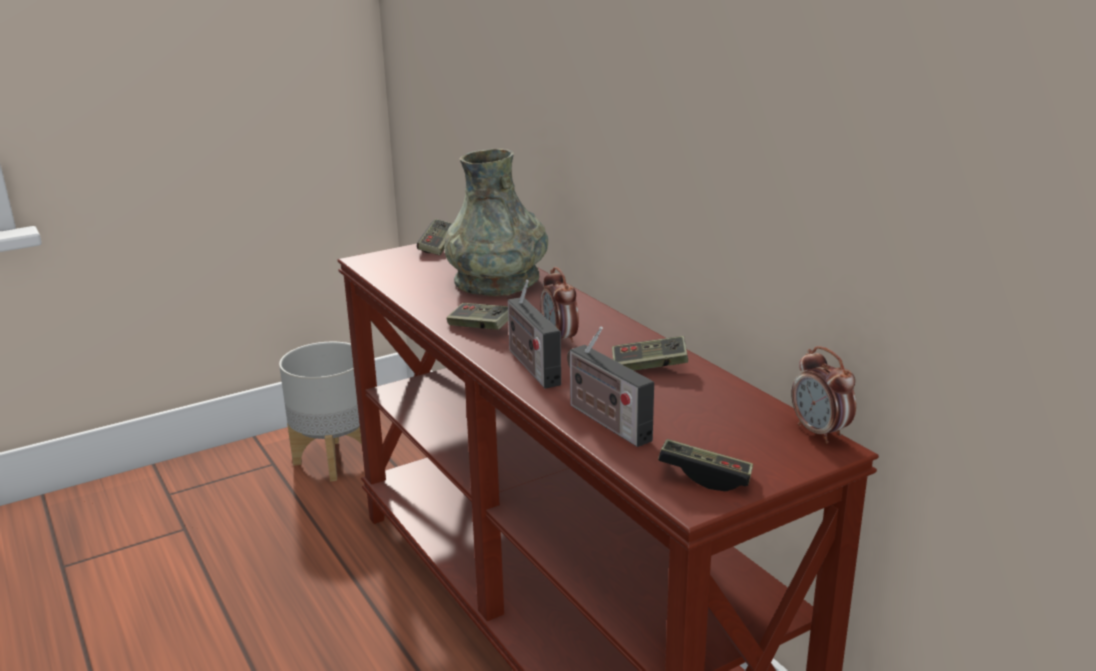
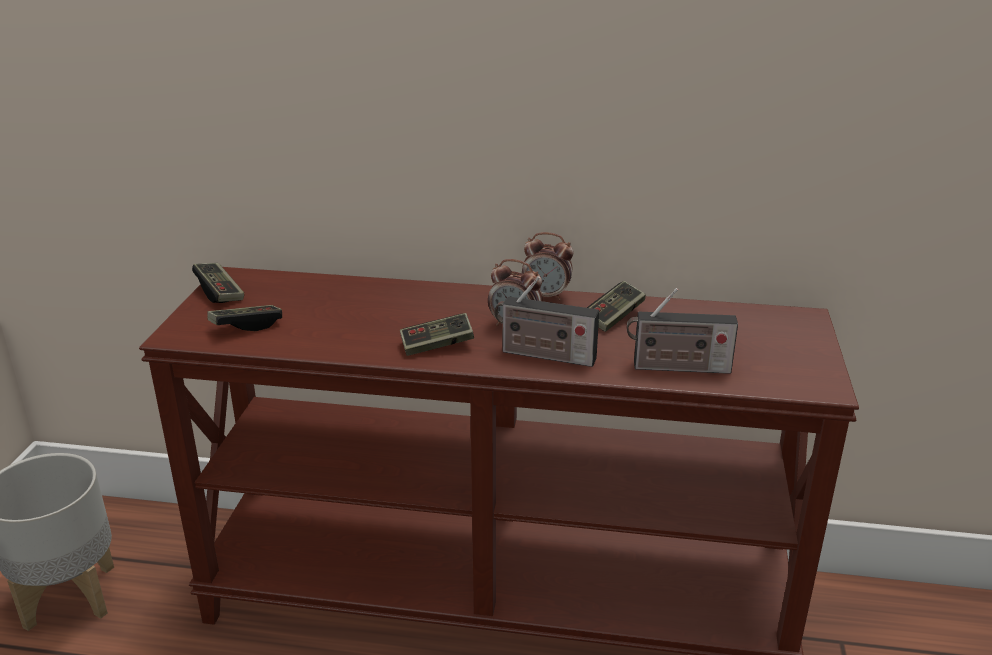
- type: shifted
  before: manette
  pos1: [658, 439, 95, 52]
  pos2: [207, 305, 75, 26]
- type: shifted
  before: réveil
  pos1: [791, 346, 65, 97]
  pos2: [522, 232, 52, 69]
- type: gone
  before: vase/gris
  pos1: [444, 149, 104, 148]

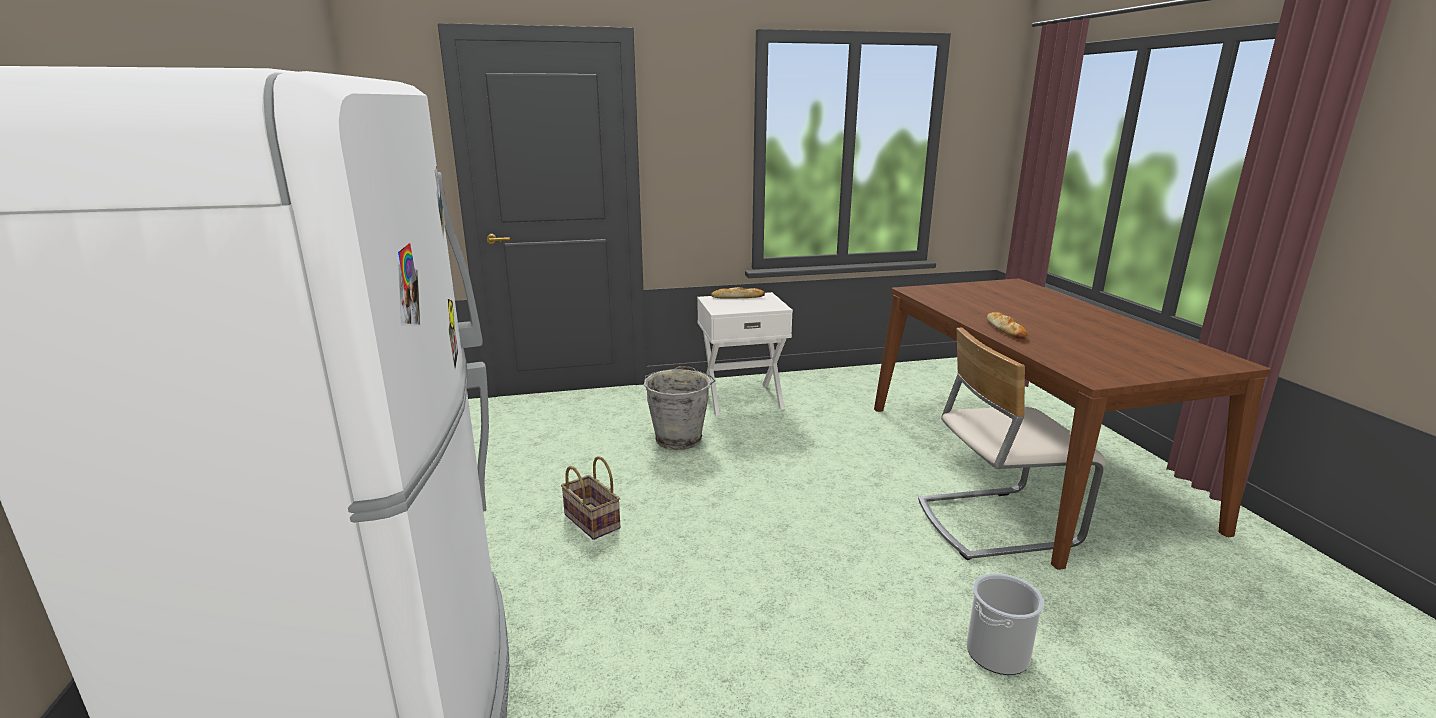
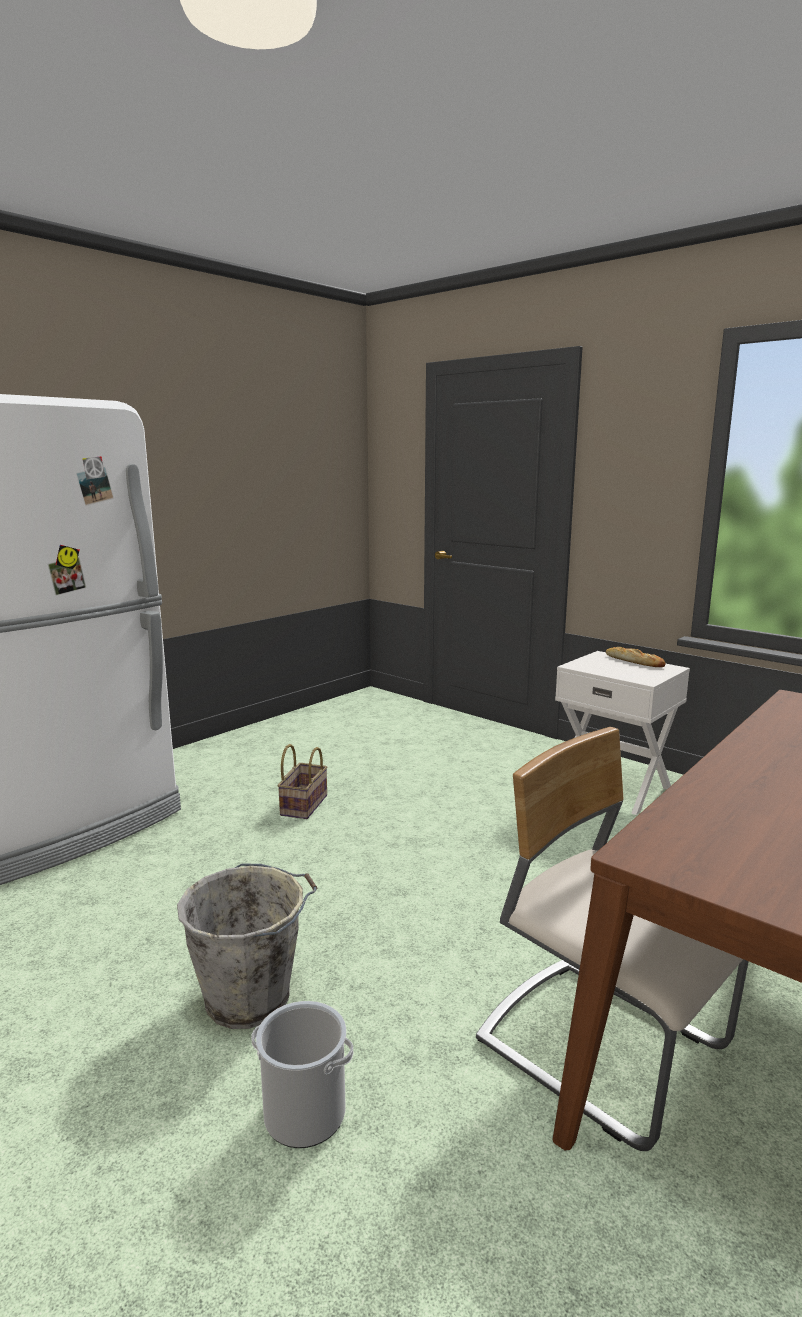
- type: shifted
  before: seau/gris
  pos1: [644, 366, 71, 84]
  pos2: [177, 863, 140, 166]
- type: gone
  before: pain
  pos1: [987, 312, 40, 27]

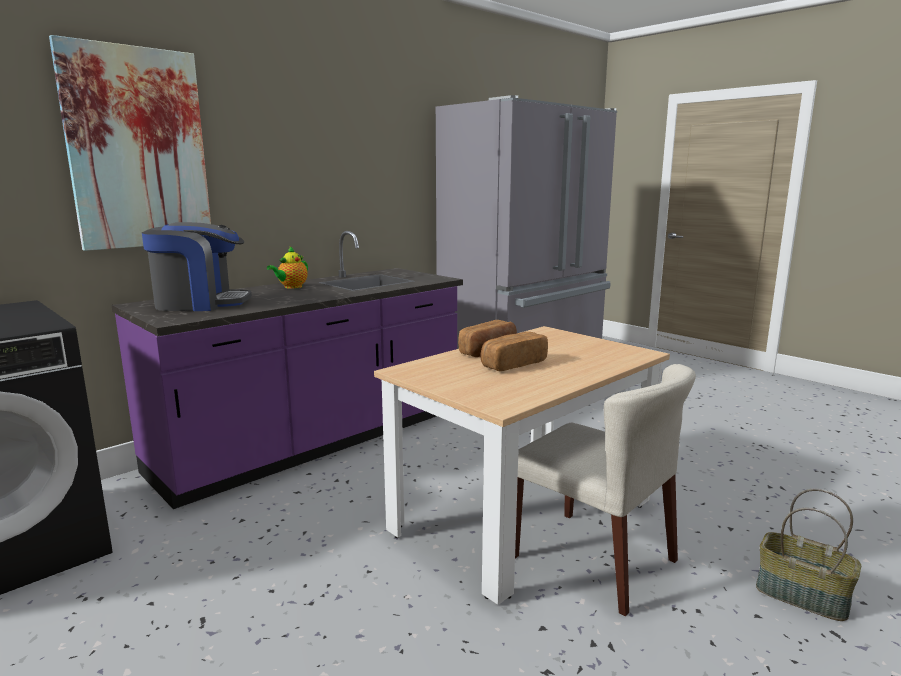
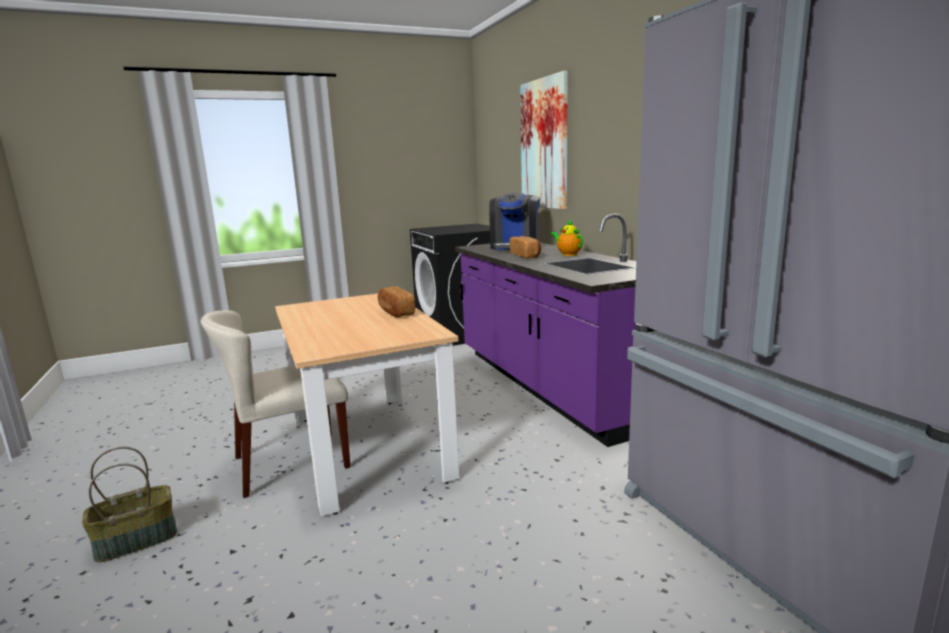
- type: shifted
  before: pain
  pos1: [480, 332, 68, 39]
  pos2: [509, 236, 32, 22]

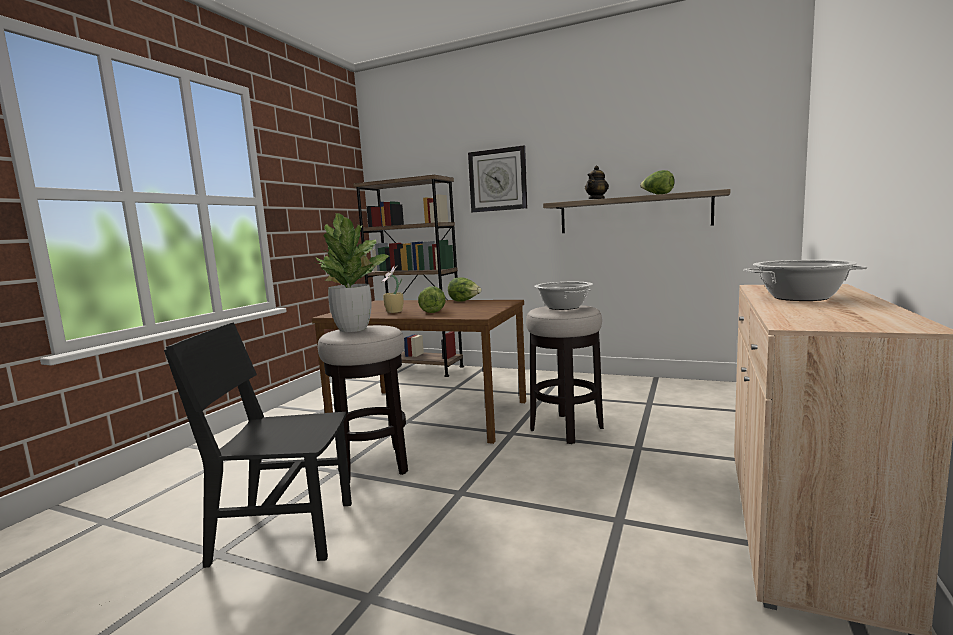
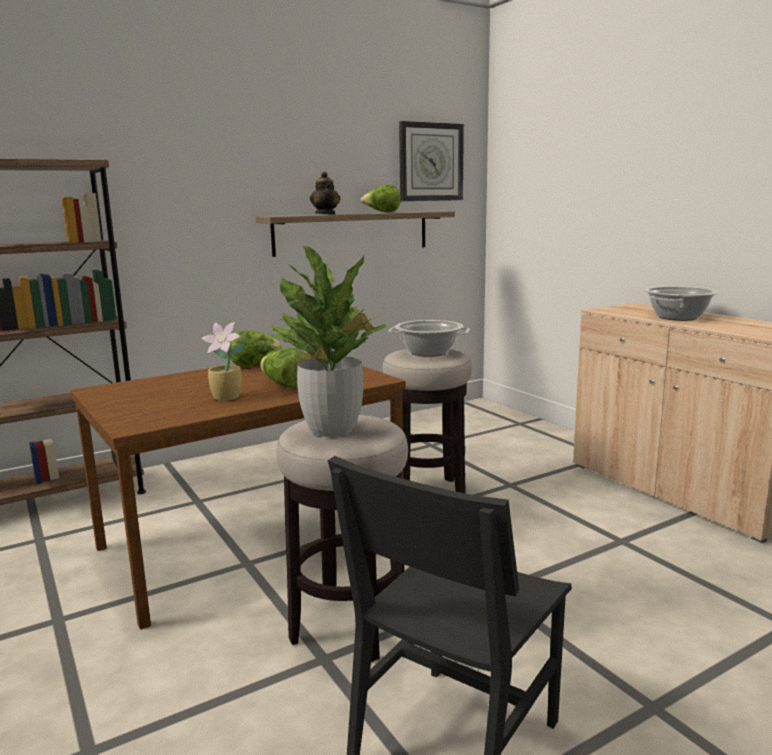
- type: shifted
  before: horloge murale
  pos1: [468, 145, 59, 67]
  pos2: [399, 121, 65, 80]

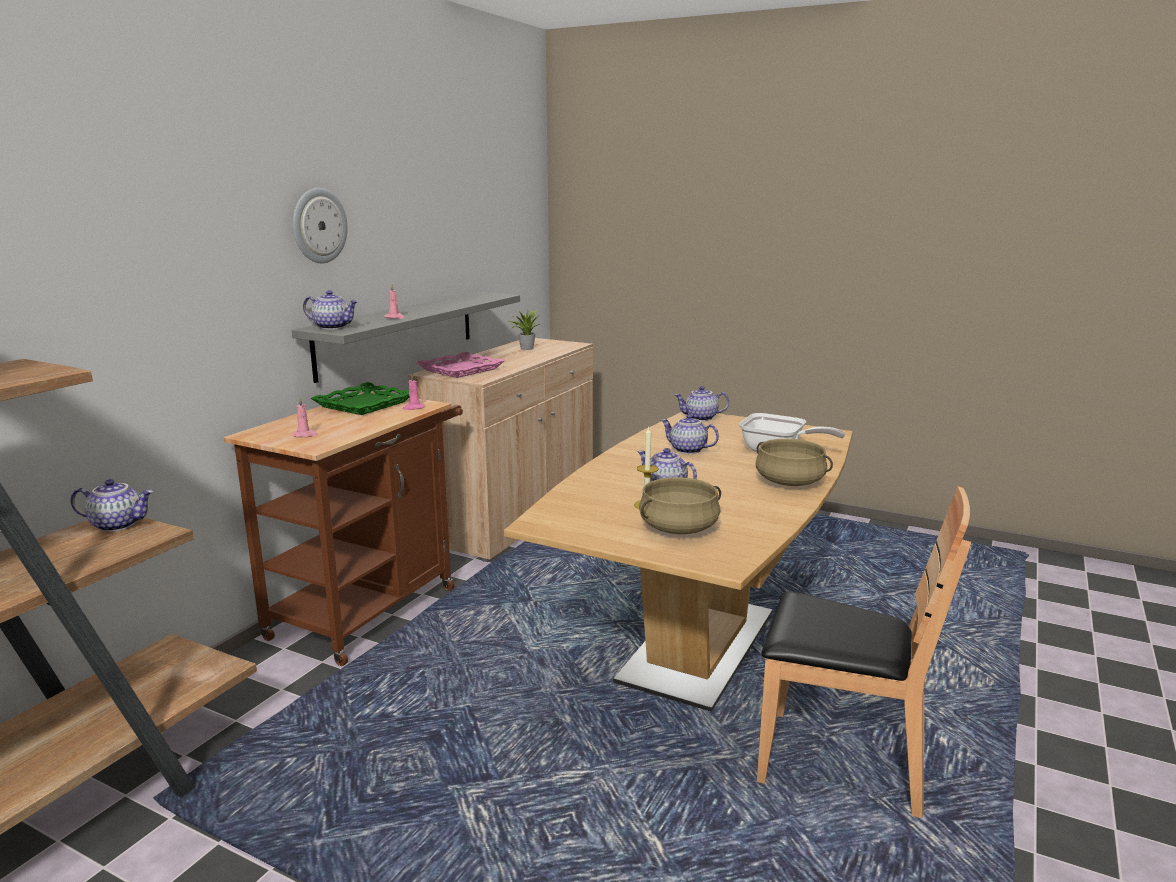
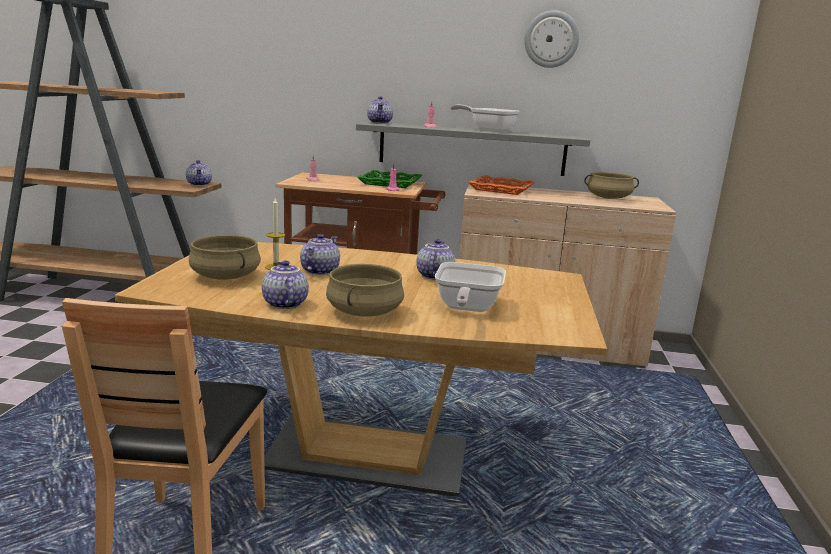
- type: shifted
  before: théière
  pos1: [675, 386, 54, 35]
  pos2: [262, 260, 47, 49]
- type: new
  after: poêle
  pos2: [451, 105, 69, 27]
- type: repainted
  before: plateau/rose
  after: plateau/orange
  pos1: [416, 352, 89, 26]
  pos2: [468, 175, 67, 20]
- type: shifted
  before: horloge murale
  pos1: [293, 188, 55, 75]
  pos2: [524, 10, 55, 58]
- type: swapped
  before: plante en pot
  after: marmite/beige
  pos1: [509, 310, 29, 40]
  pos2: [584, 172, 55, 27]

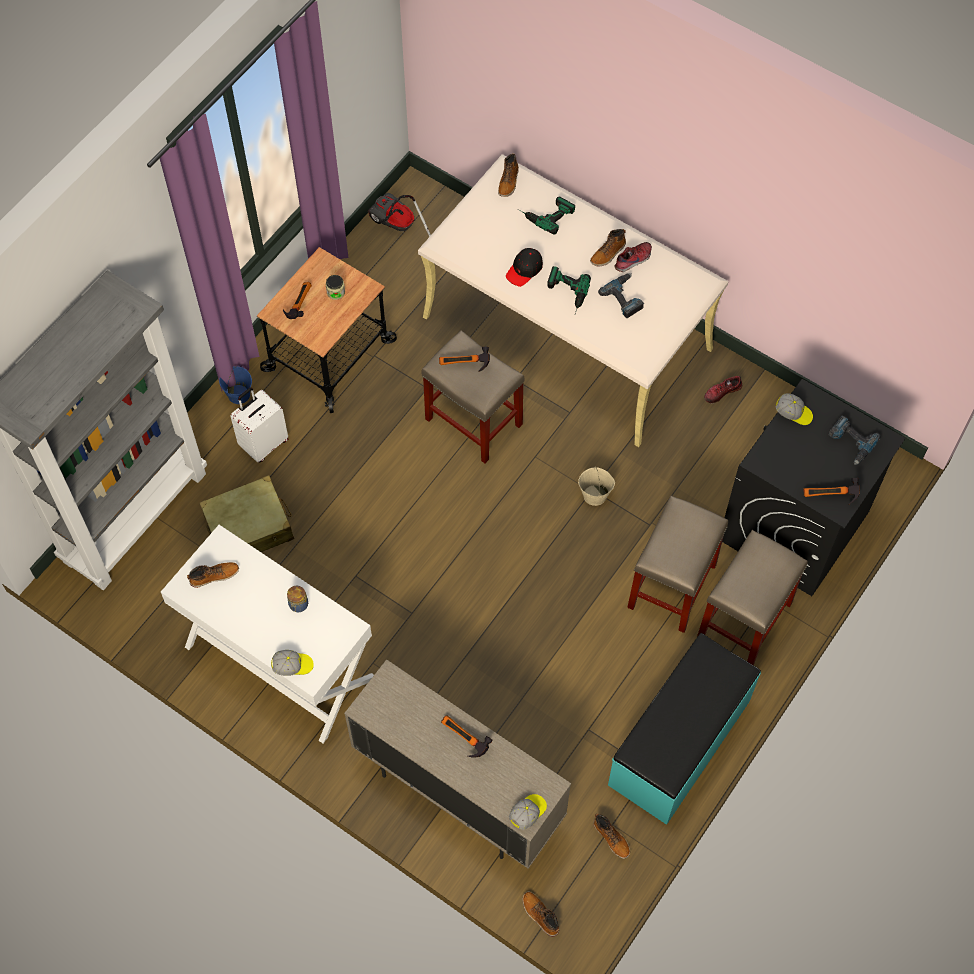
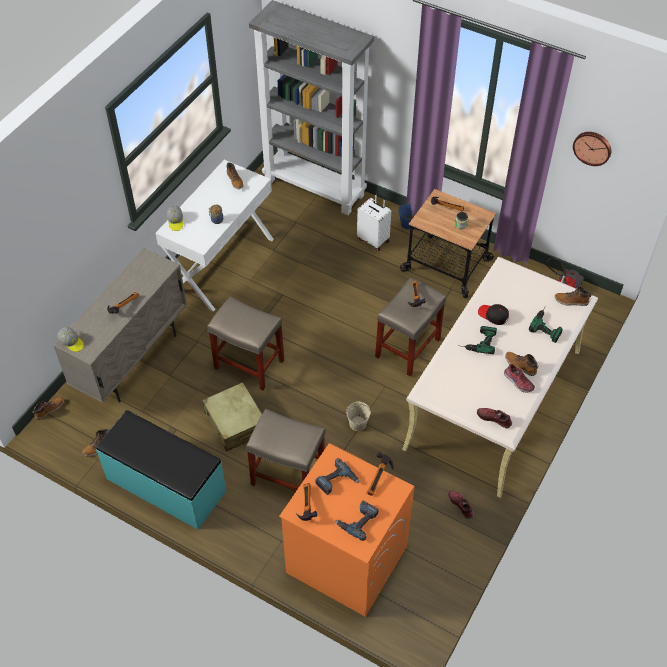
- type: shifted
  before: valise/beige
  pos1: [199, 475, 95, 77]
  pos2: [202, 382, 60, 70]
- type: shifted
  before: tabouret/beige
  pos1: [697, 530, 111, 135]
  pos2: [207, 296, 77, 95]
- type: repainted
  before: lave-linge/noir
  after: lave-linge/orange
  pos1: [722, 379, 184, 217]
  pos2: [279, 443, 136, 174]
- type: shifted
  before: perceuse
  pos1: [598, 273, 46, 45]
  pos2: [316, 458, 43, 37]
- type: swapped
  before: casquette
  after: marteau
  pos1: [776, 393, 37, 32]
  pos2: [367, 452, 27, 44]
- type: new
  after: chaussure
  pos2: [477, 408, 35, 20]
- type: new
  after: horloge murale
  pos2: [573, 132, 38, 34]

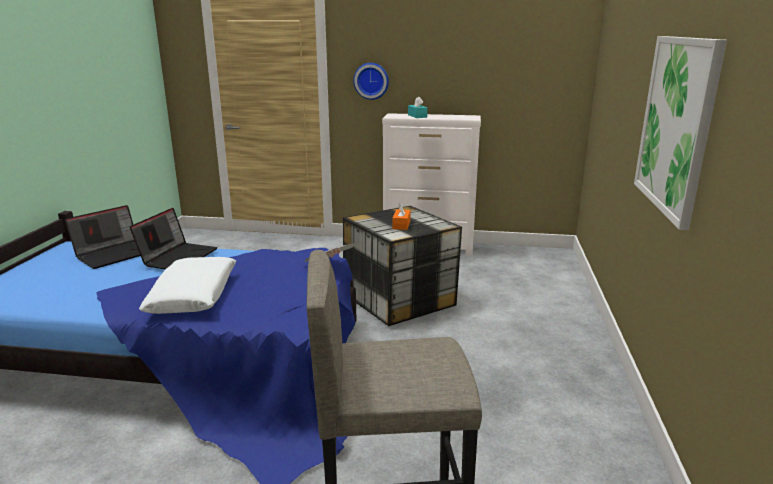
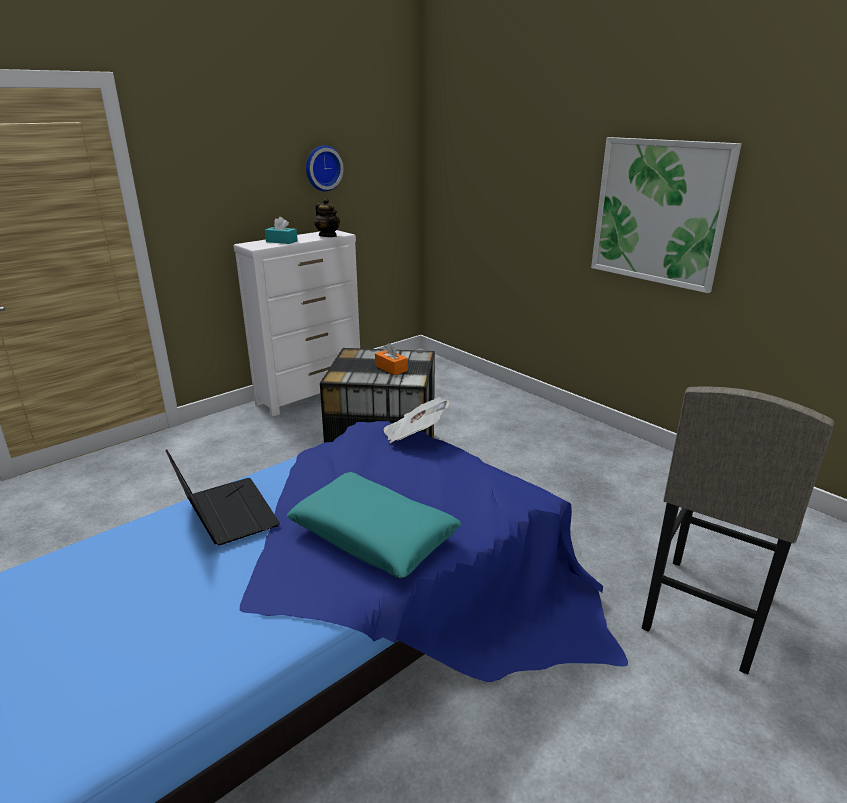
- type: repainted
  before: coussin/blanc
  after: coussin/turquoise
  pos1: [139, 257, 97, 57]
  pos2: [287, 472, 174, 106]
- type: shifted
  before: horloge murale
  pos1: [353, 63, 36, 37]
  pos2: [306, 145, 38, 46]
- type: new
  after: théière
  pos2: [314, 198, 26, 39]
- type: gone
  before: ordinateur portable
  pos1: [65, 205, 75, 64]

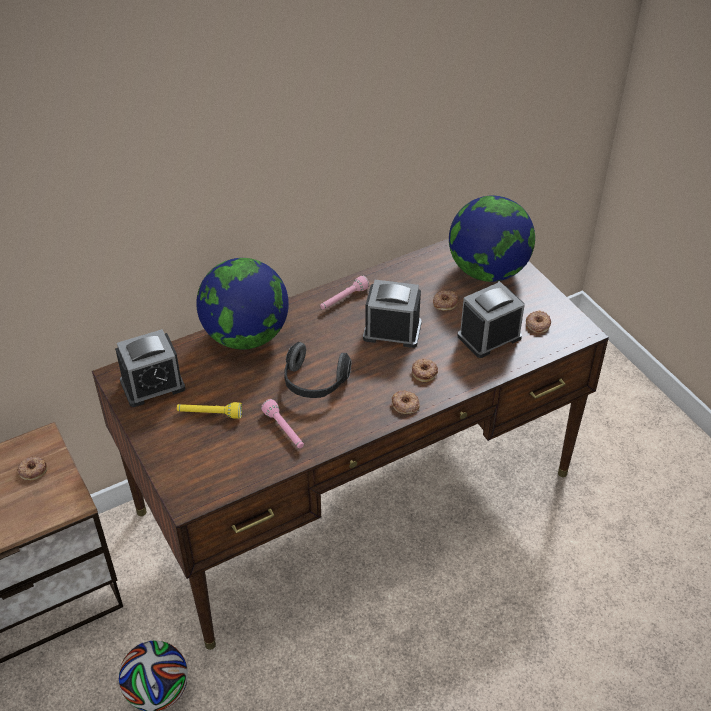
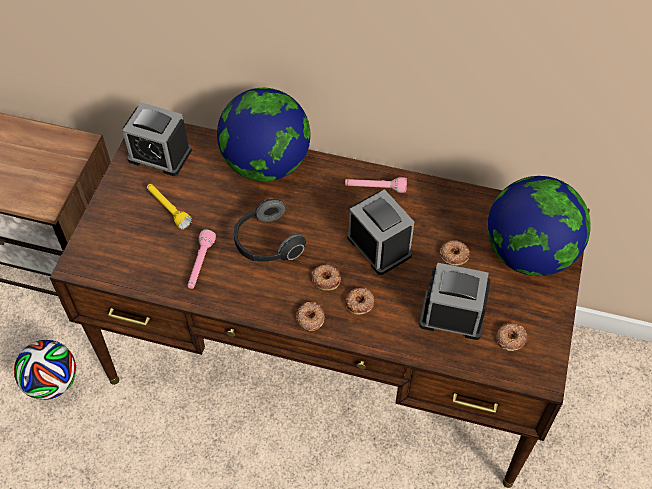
- type: shifted
  before: beignet
  pos1: [17, 456, 30, 24]
  pos2: [312, 265, 29, 26]

